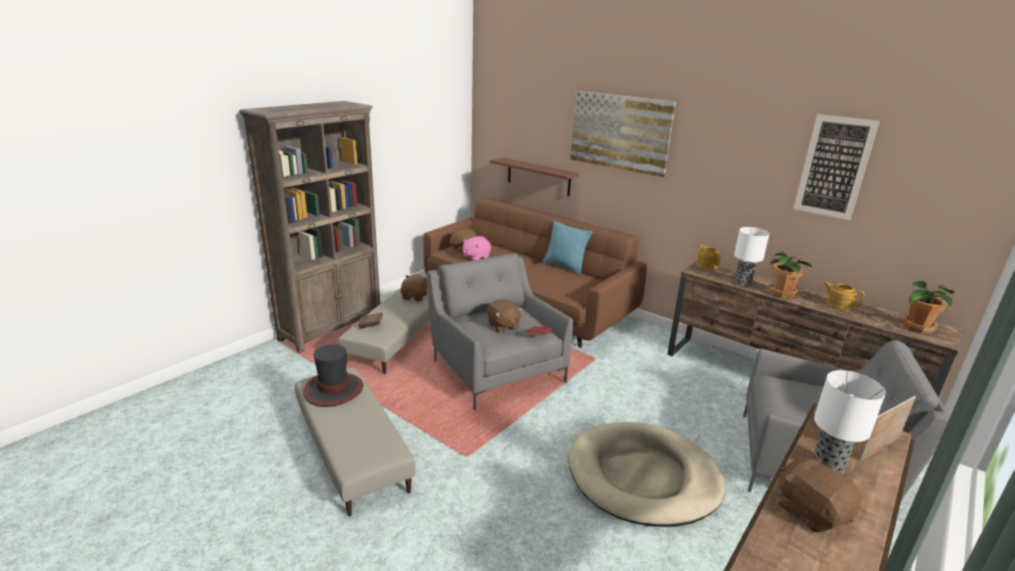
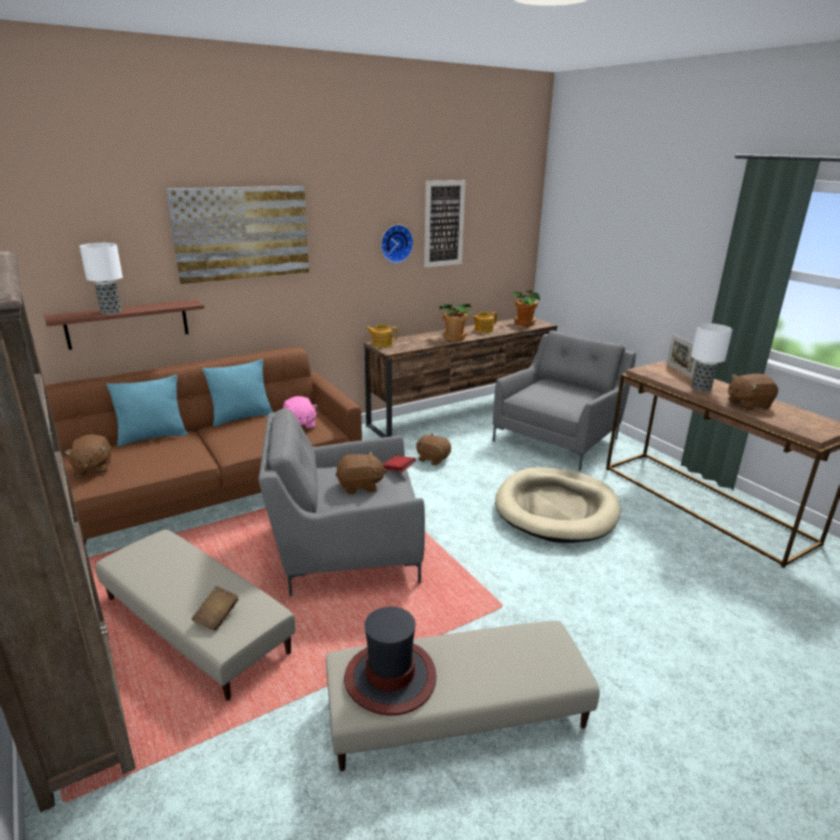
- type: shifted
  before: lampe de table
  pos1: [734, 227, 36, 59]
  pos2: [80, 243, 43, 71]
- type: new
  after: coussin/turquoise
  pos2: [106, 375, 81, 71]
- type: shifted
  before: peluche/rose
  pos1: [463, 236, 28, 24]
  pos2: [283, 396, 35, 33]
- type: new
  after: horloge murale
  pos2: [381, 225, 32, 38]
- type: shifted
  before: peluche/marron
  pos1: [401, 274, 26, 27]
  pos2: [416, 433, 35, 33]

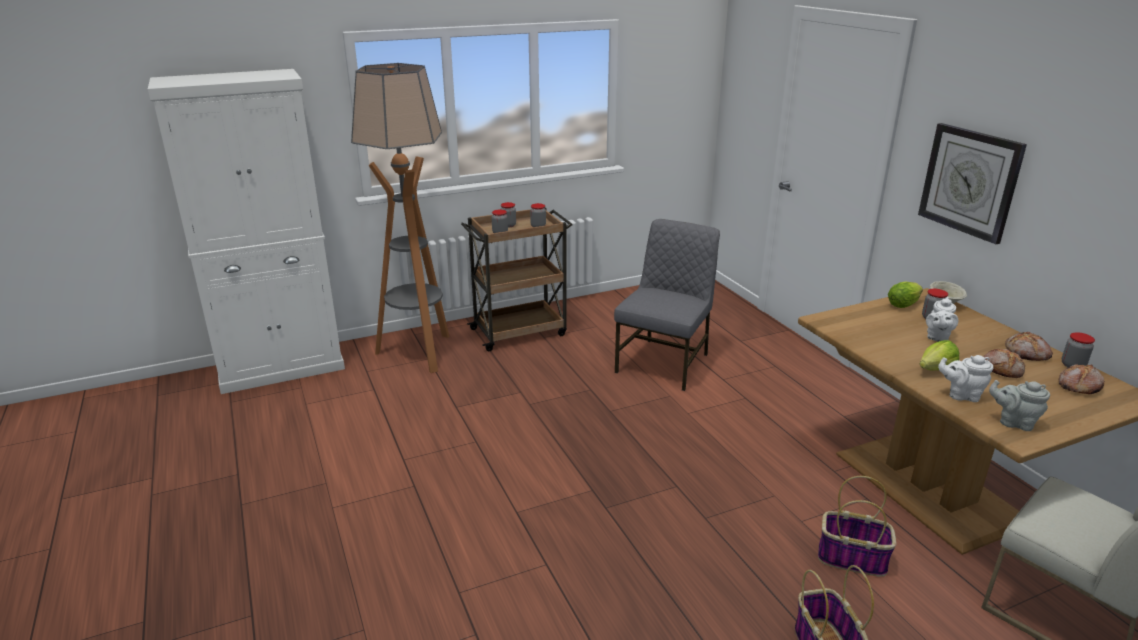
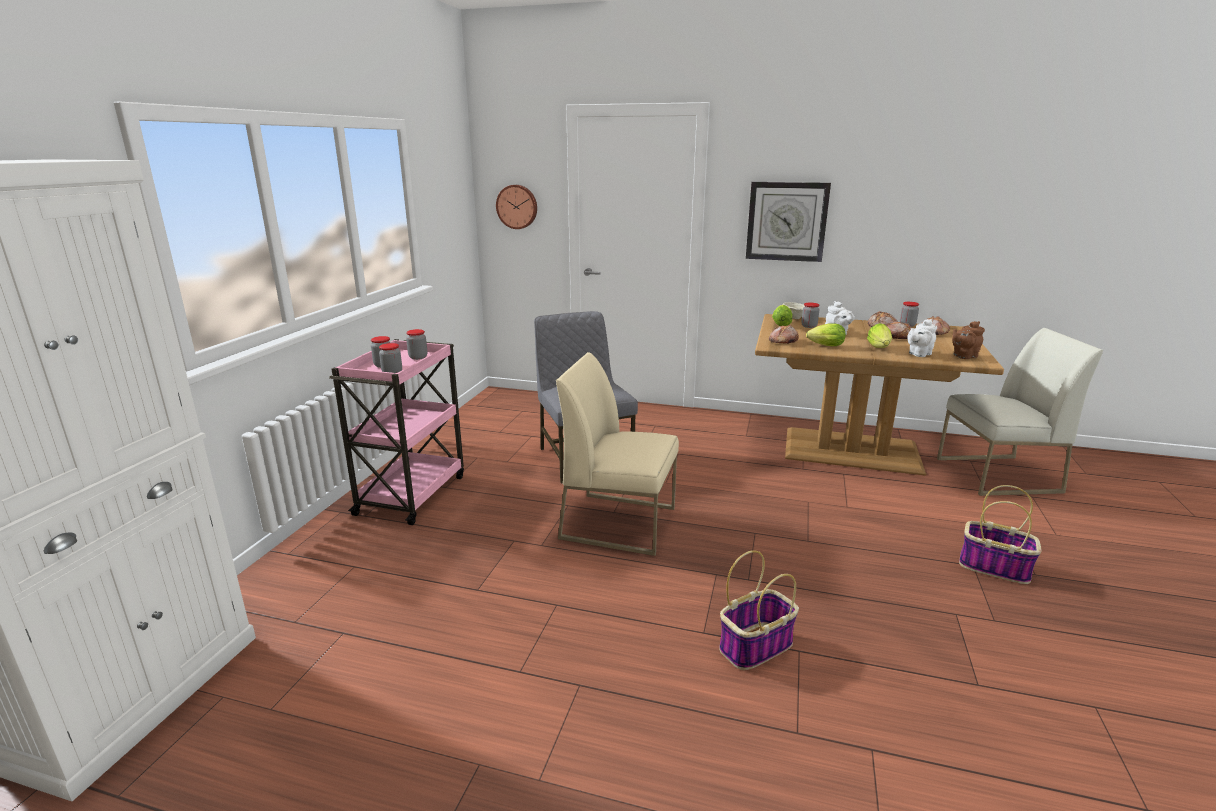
- type: repainted
  before: chariot/marron
  after: chariot/rose
  pos1: [461, 207, 111, 144]
  pos2: [329, 339, 135, 186]
- type: new
  after: horloge murale
  pos2: [496, 185, 41, 44]
- type: new
  after: chaise/beige
  pos2: [556, 352, 123, 204]
- type: shifted
  before: panier
  pos1: [818, 476, 79, 101]
  pos2: [719, 550, 80, 120]
- type: new
  after: pain
  pos2: [769, 325, 30, 19]
- type: new
  after: laitue
  pos2: [806, 324, 40, 22]
- type: repainted
  before: théière/gris
  after: théière/marron
  pos1: [989, 380, 61, 51]
  pos2: [952, 321, 33, 38]
- type: gone
  before: lampadaire
  pos1: [351, 63, 99, 310]

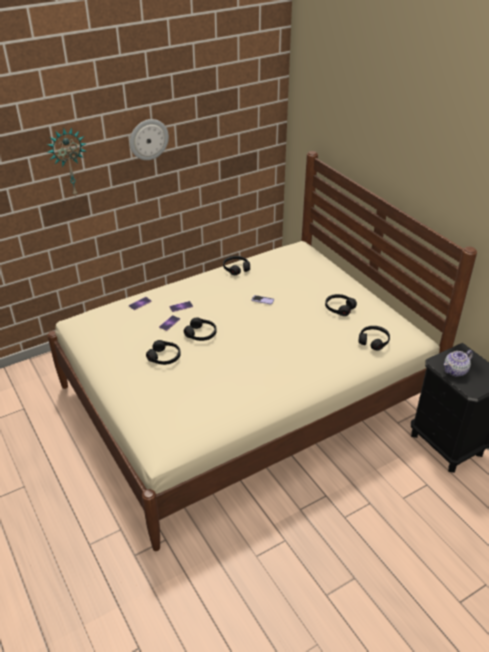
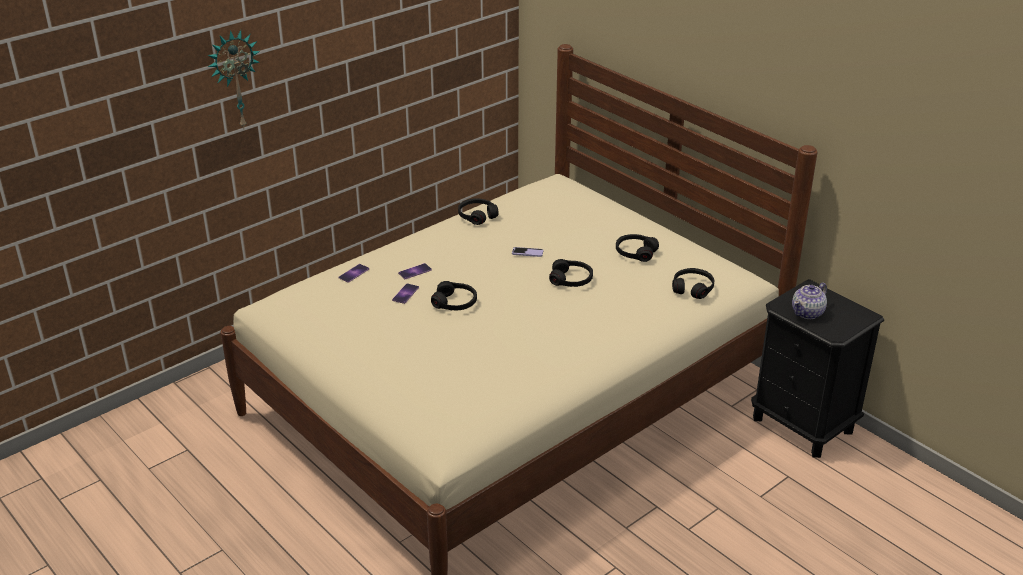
- type: shifted
  before: casque audio/noir
  pos1: [146, 340, 35, 25]
  pos2: [549, 259, 44, 28]
- type: gone
  before: horloge murale
  pos1: [130, 119, 39, 41]

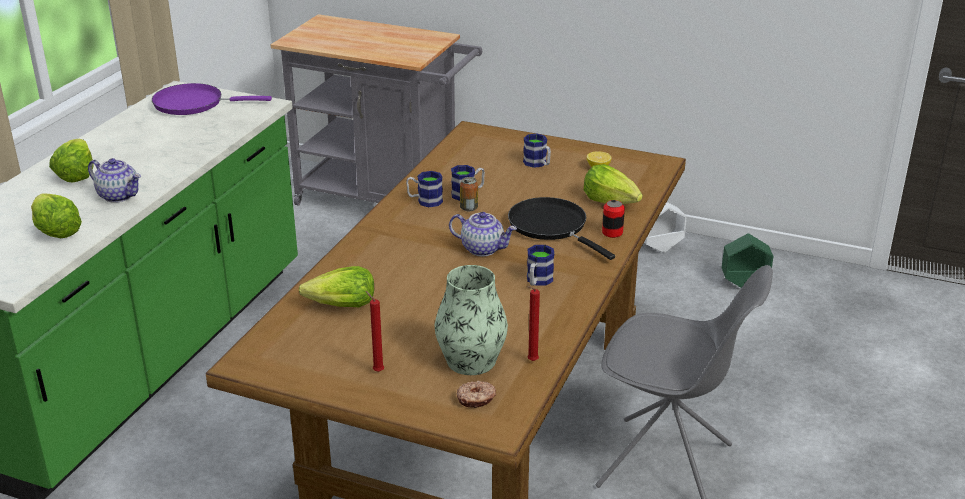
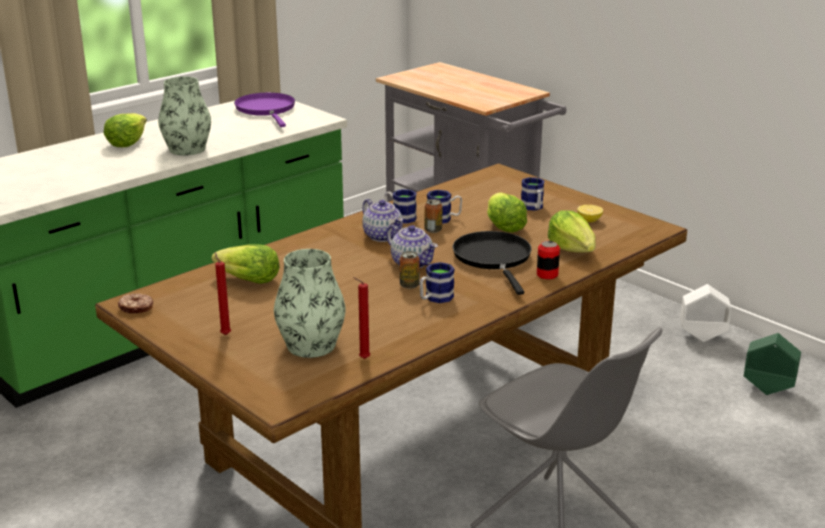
- type: shifted
  before: beignet
  pos1: [457, 381, 39, 27]
  pos2: [118, 293, 35, 20]
- type: new
  after: vase
  pos2: [158, 77, 53, 78]
- type: rotated
  before: poêle/violet
  pos1: [152, 83, 120, 32]
  pos2: [234, 92, 61, 35]
  turn: 45
- type: shifted
  before: théière
  pos1: [88, 158, 53, 45]
  pos2: [362, 199, 41, 43]
- type: new
  after: boîte métallique
  pos2: [400, 251, 20, 38]
- type: shifted
  before: laitue
  pos1: [31, 193, 51, 45]
  pos2: [487, 192, 40, 40]

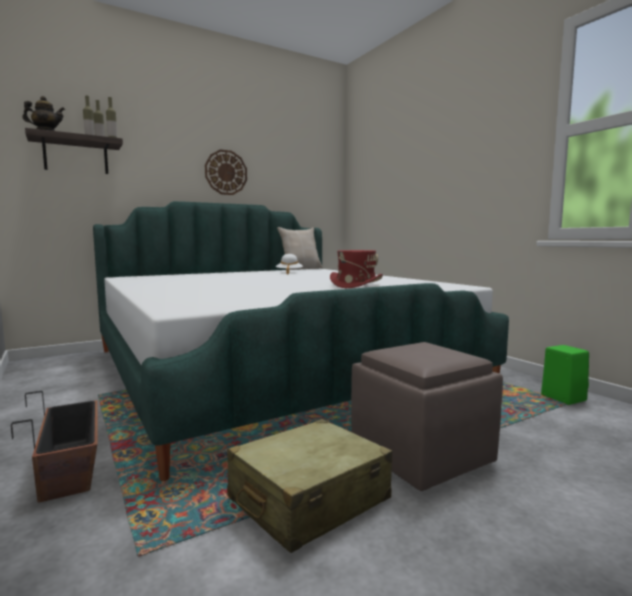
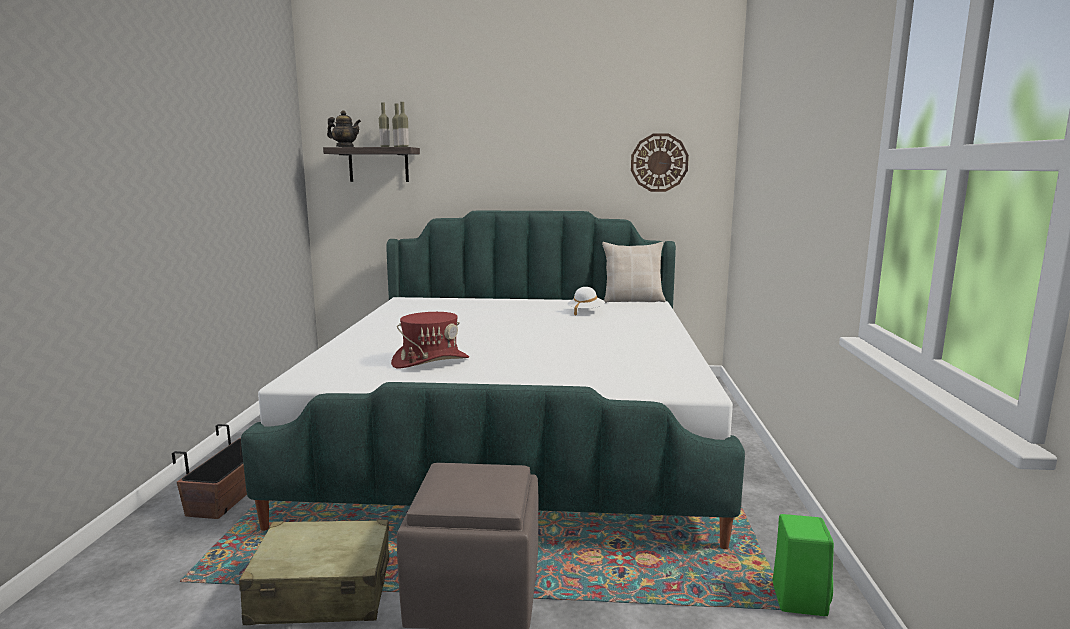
- type: shifted
  before: chapeau/rouge
  pos1: [330, 250, 53, 38]
  pos2: [391, 312, 78, 57]
- type: shifted
  before: horloge murale
  pos1: [205, 149, 42, 46]
  pos2: [631, 134, 58, 58]

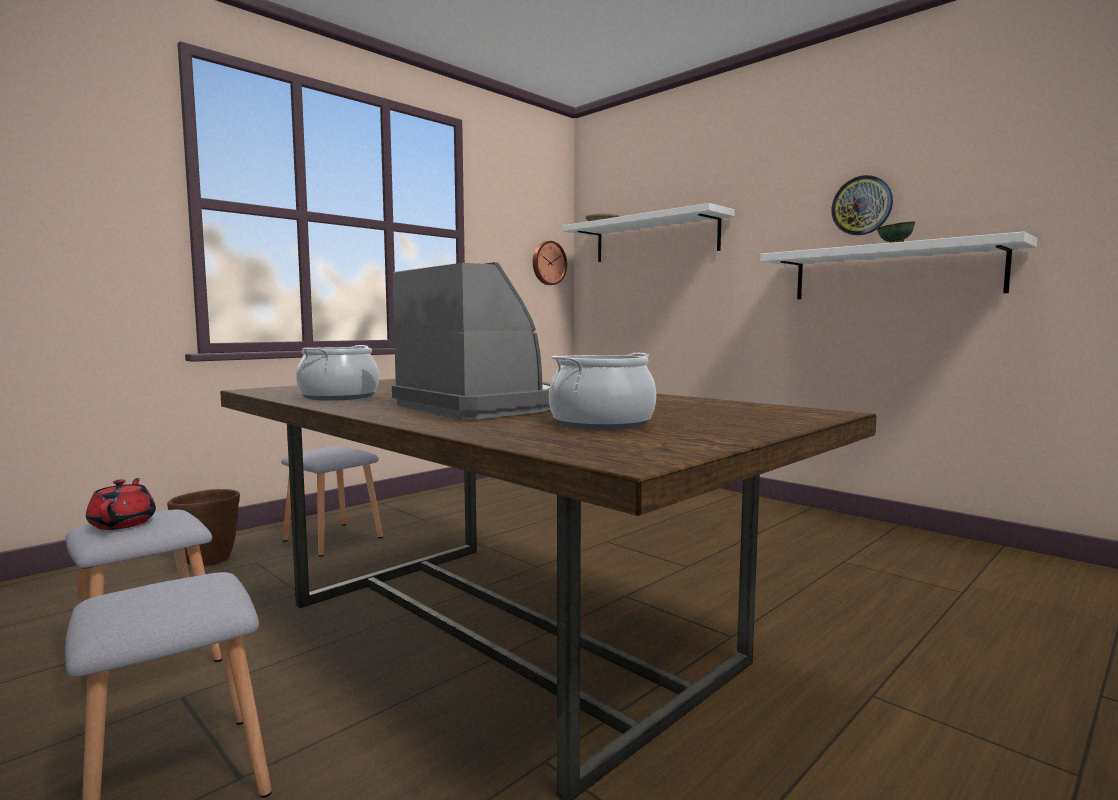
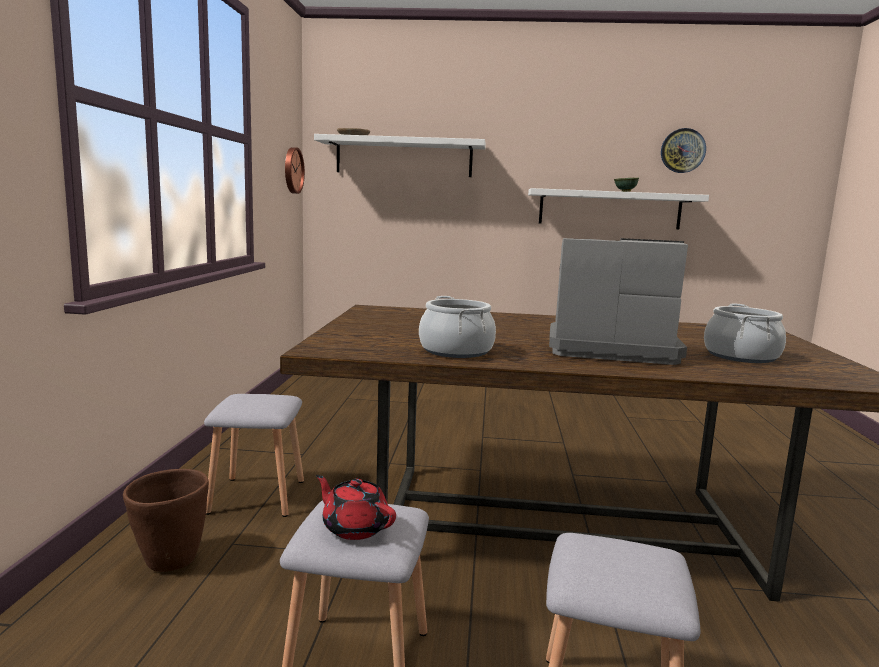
- type: shifted
  before: horloge murale
  pos1: [831, 175, 62, 60]
  pos2: [661, 128, 45, 45]

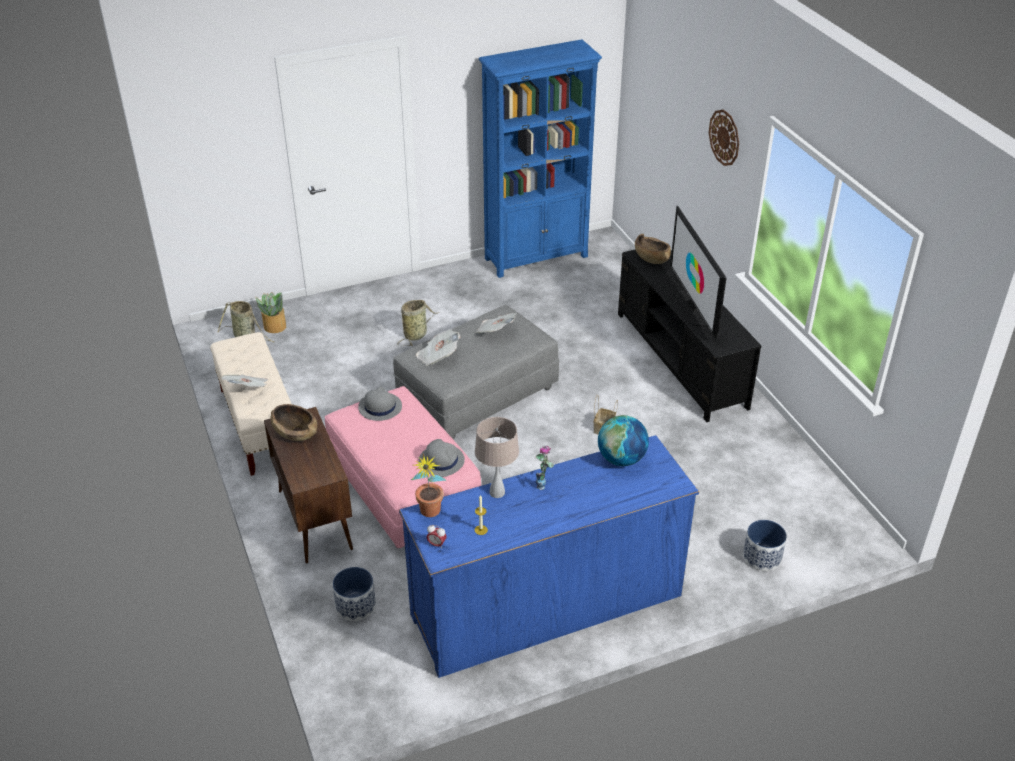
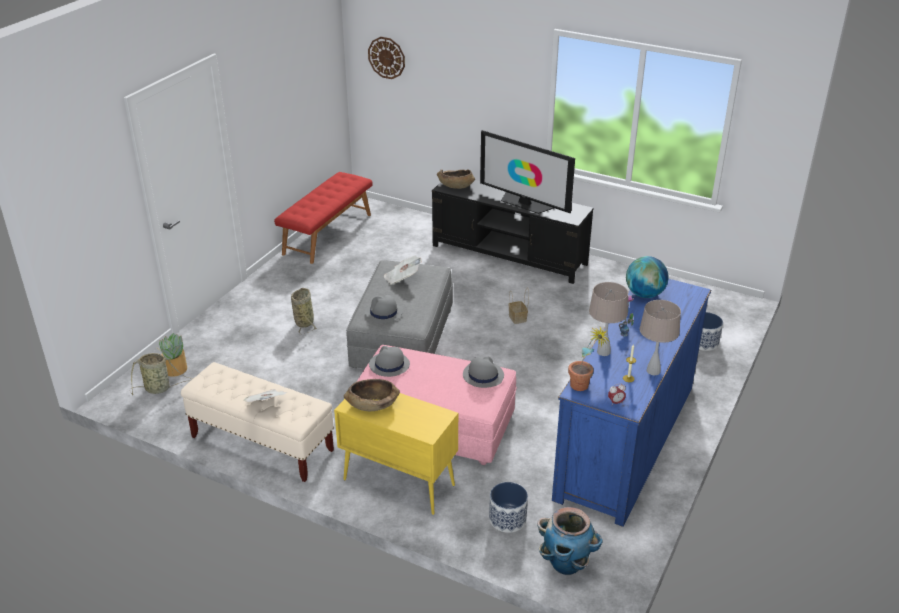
- type: swapped
  before: bibliothèque/bleu
  after: banc/rouge
  pos1: [479, 39, 123, 239]
  pos2: [274, 172, 99, 92]
- type: repainted
  before: meuble de rangement/marron
  after: meuble de rangement/jaune
  pos1: [264, 407, 89, 156]
  pos2: [334, 393, 124, 122]
- type: swapped
  before: journal
  after: chapeau/gris
  pos1: [416, 329, 44, 37]
  pos2: [365, 295, 38, 28]
- type: shifted
  before: horloge murale
  pos1: [709, 109, 30, 57]
  pos2: [368, 37, 37, 42]
- type: new
  after: cache-pot
  pos2: [537, 507, 66, 68]
- type: new
  after: lampe de table/beige
  pos2: [640, 300, 41, 75]

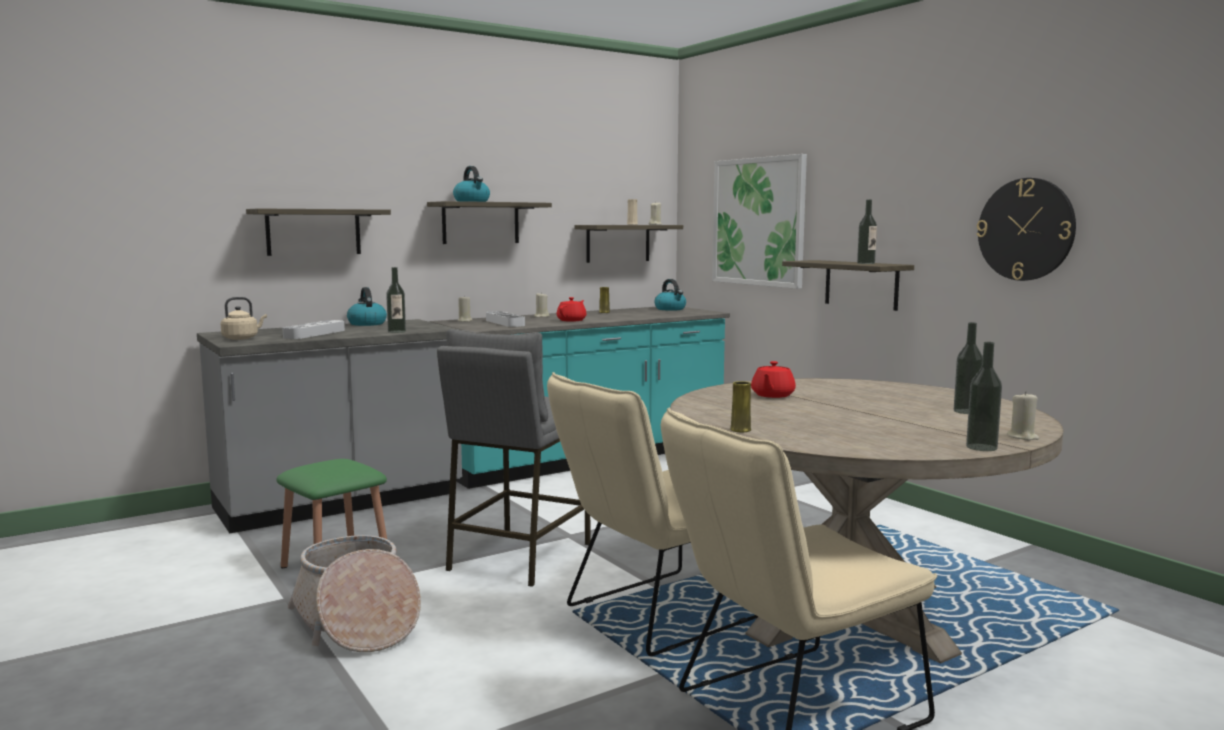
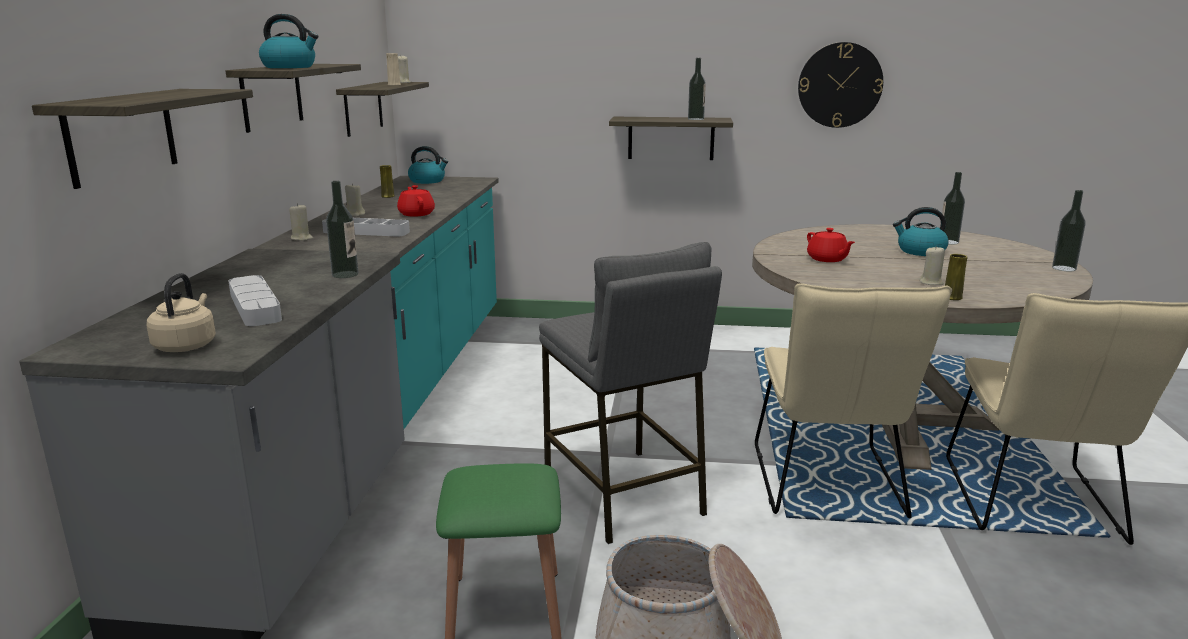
- type: shifted
  before: bouilloire
  pos1: [347, 287, 40, 39]
  pos2: [893, 207, 56, 49]
- type: shifted
  before: bougie/beige
  pos1: [1007, 391, 32, 49]
  pos2: [920, 246, 25, 39]
- type: gone
  before: tableau
  pos1: [712, 154, 95, 135]

